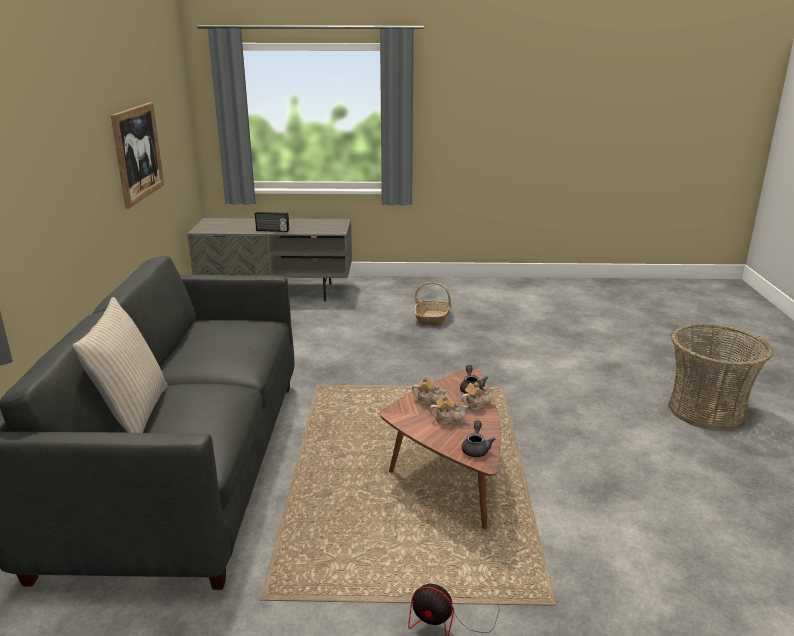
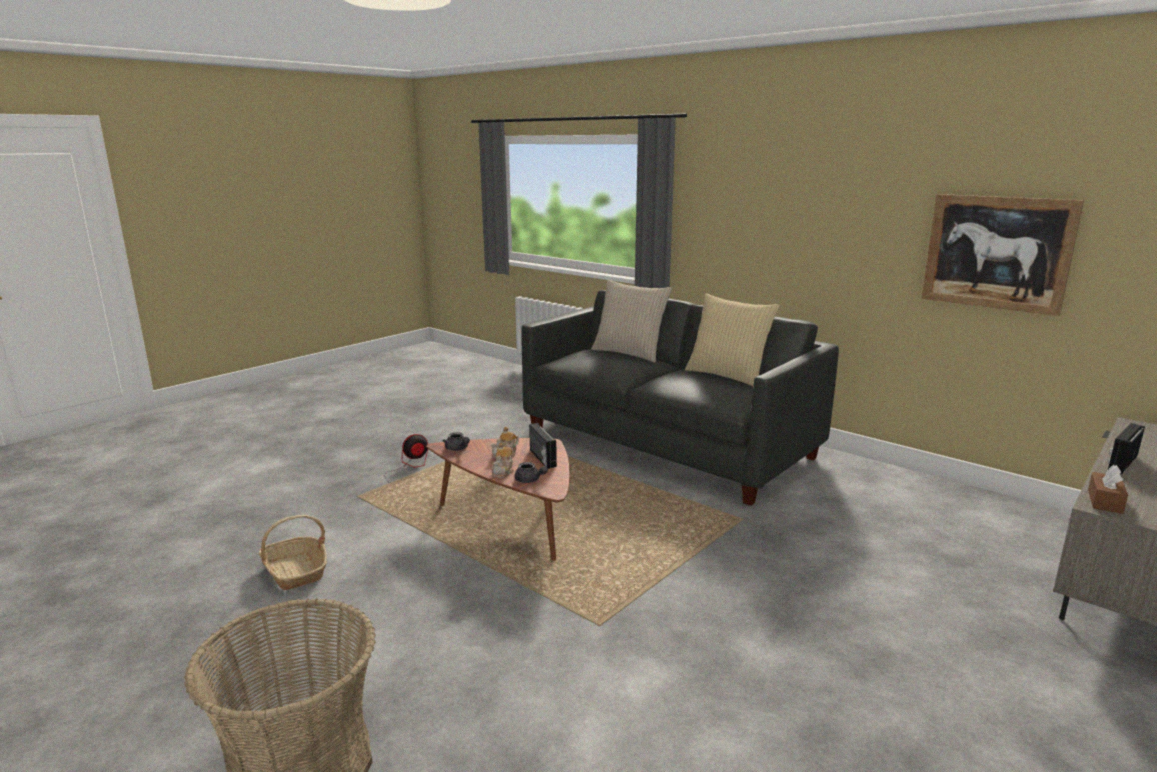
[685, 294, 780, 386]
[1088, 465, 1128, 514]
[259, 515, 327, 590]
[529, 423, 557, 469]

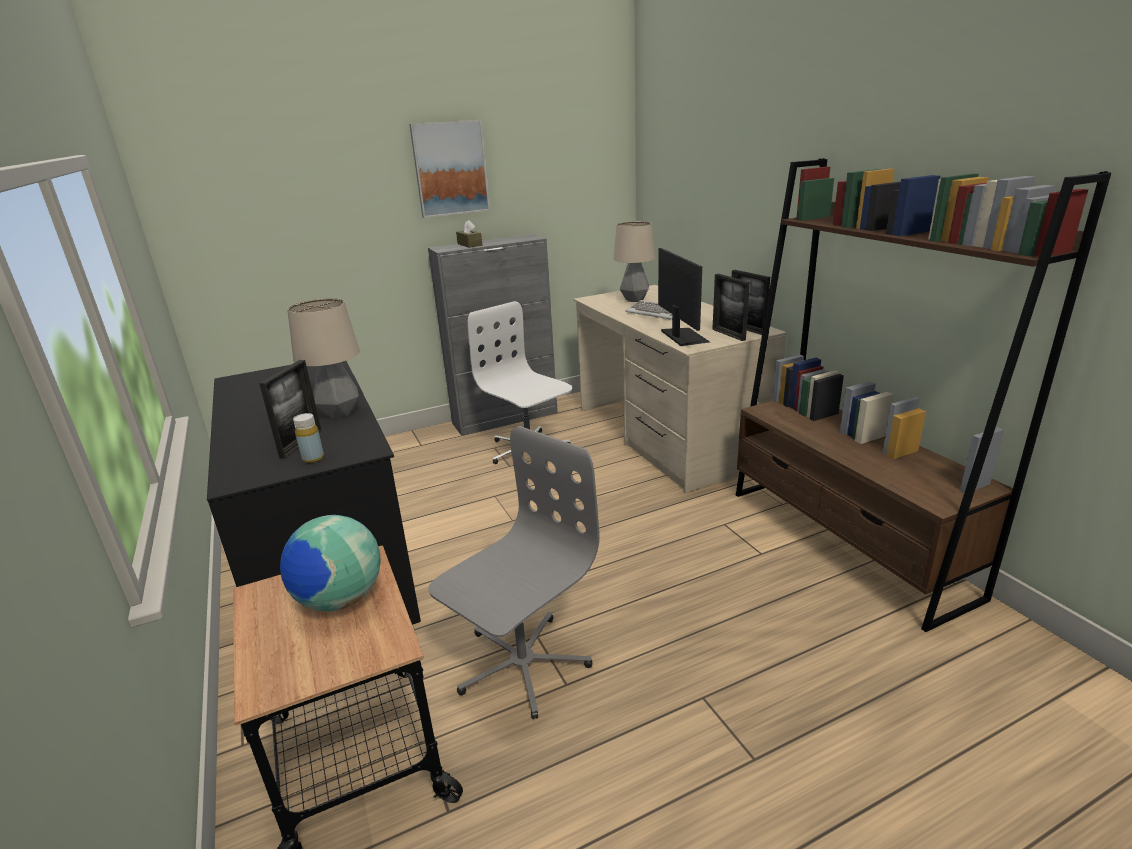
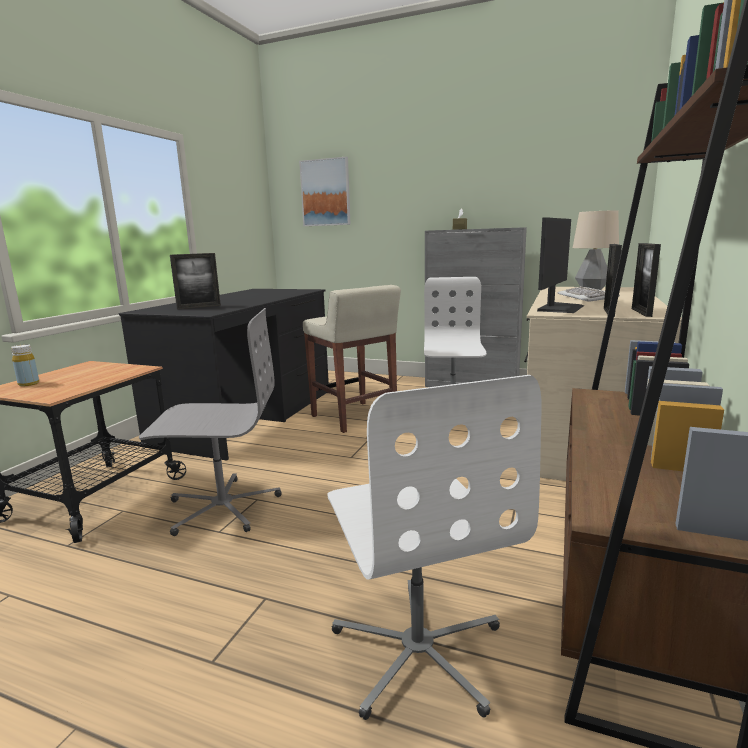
[280, 515, 381, 612] (first image)
[287, 298, 360, 419] (first image)
[303, 285, 401, 433]
[327, 375, 542, 720]
[11, 344, 39, 387]
[299, 157, 351, 226]

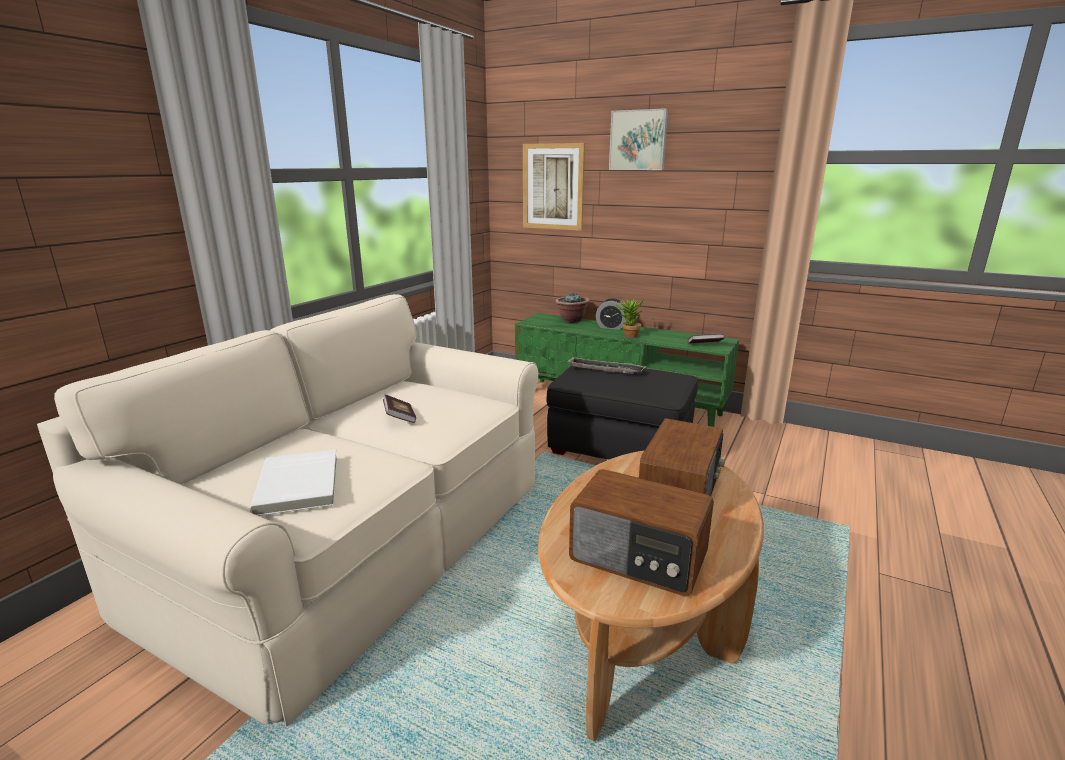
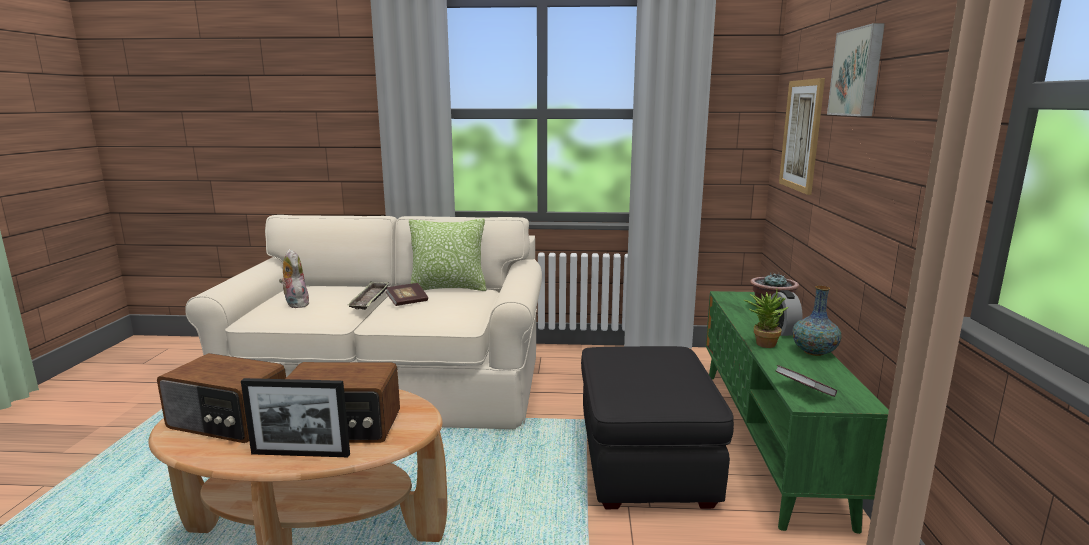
[241, 378, 350, 457]
[409, 218, 487, 291]
[792, 286, 842, 356]
[348, 281, 389, 310]
[279, 249, 311, 308]
[157, 353, 286, 443]

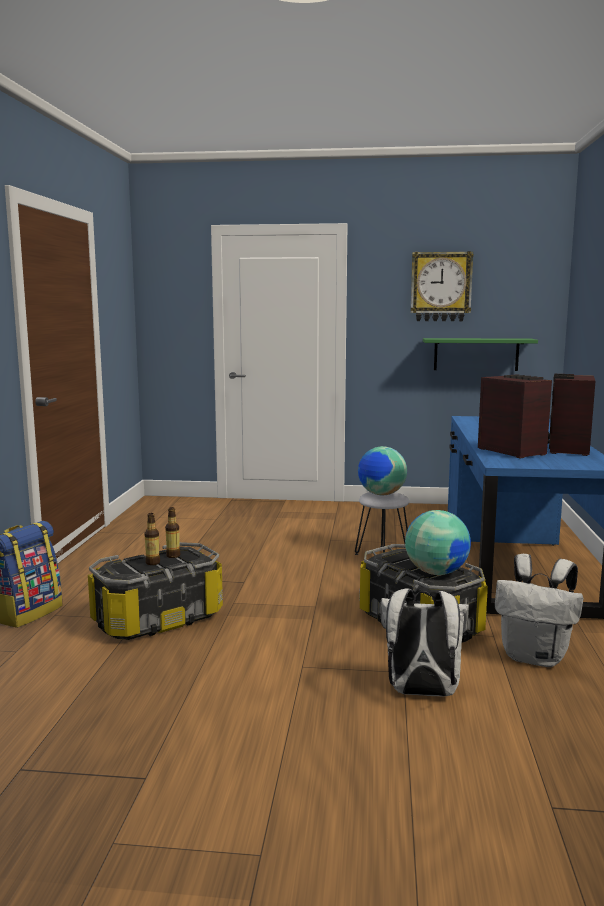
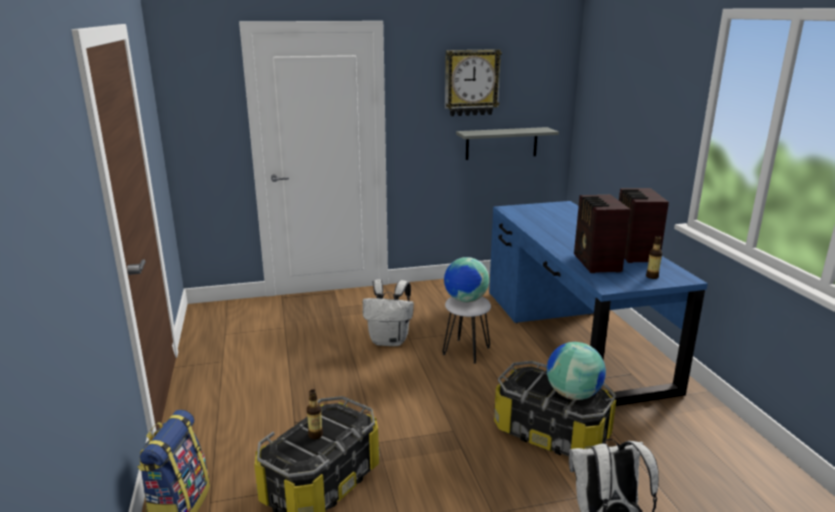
[646, 236, 662, 279]
[363, 279, 414, 346]
[456, 127, 559, 160]
[574, 195, 631, 273]

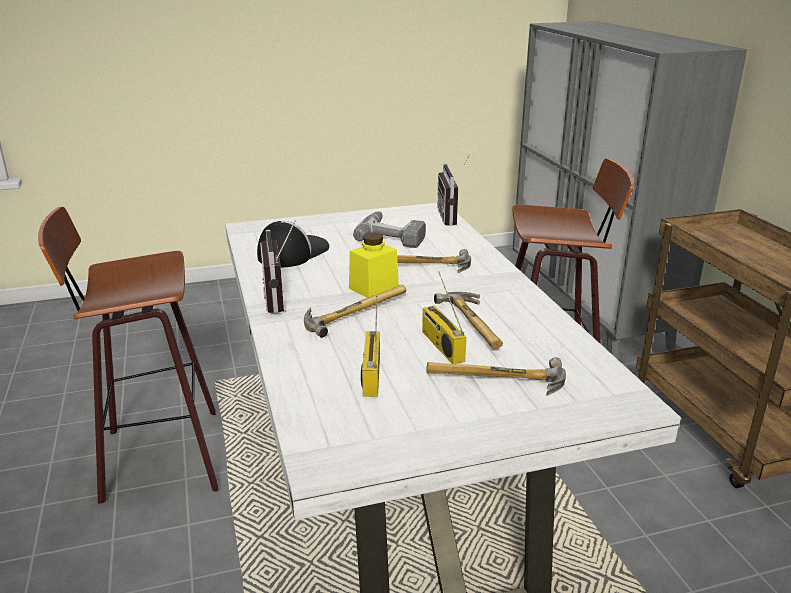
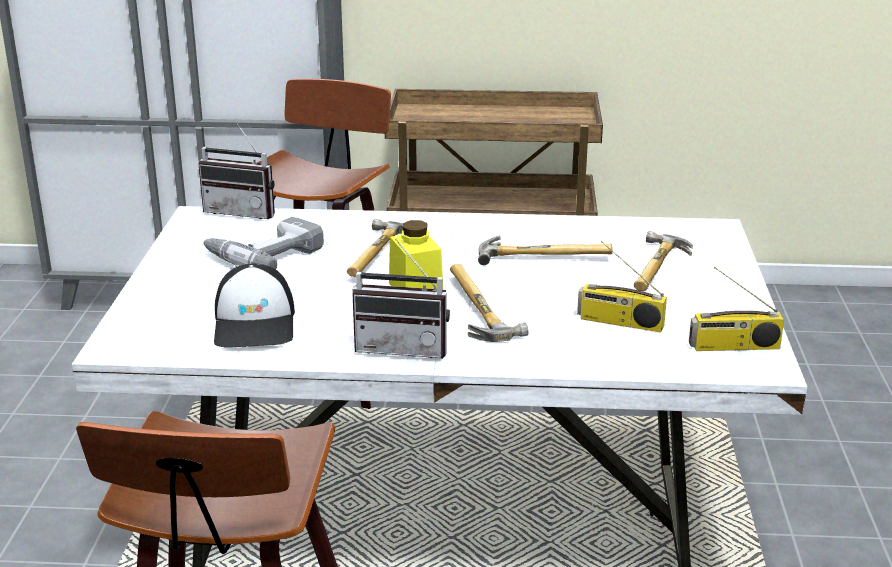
[689, 267, 784, 351]
[214, 264, 295, 348]

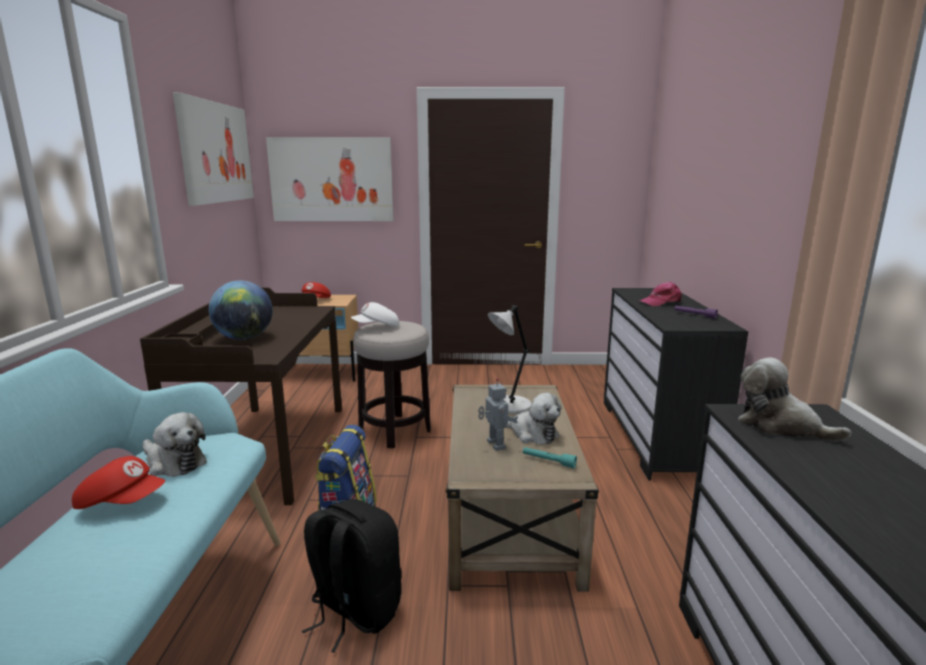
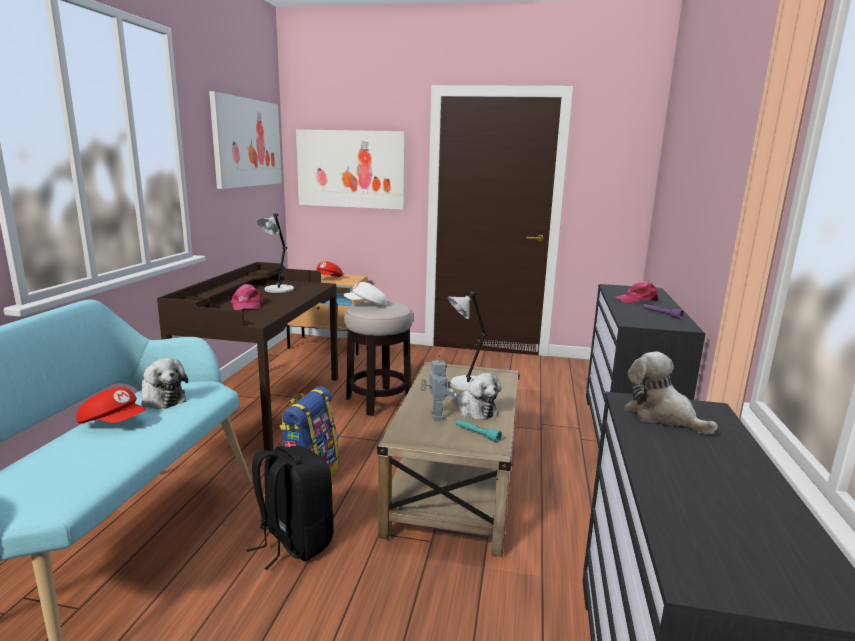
[257, 213, 294, 293]
[231, 284, 263, 310]

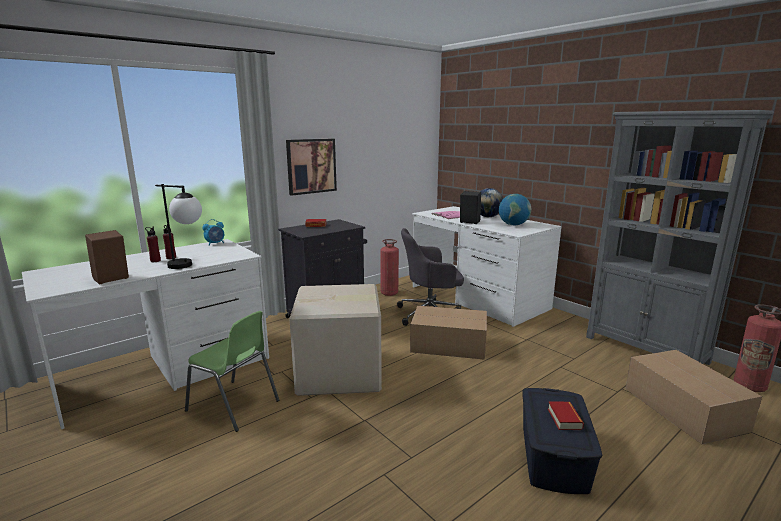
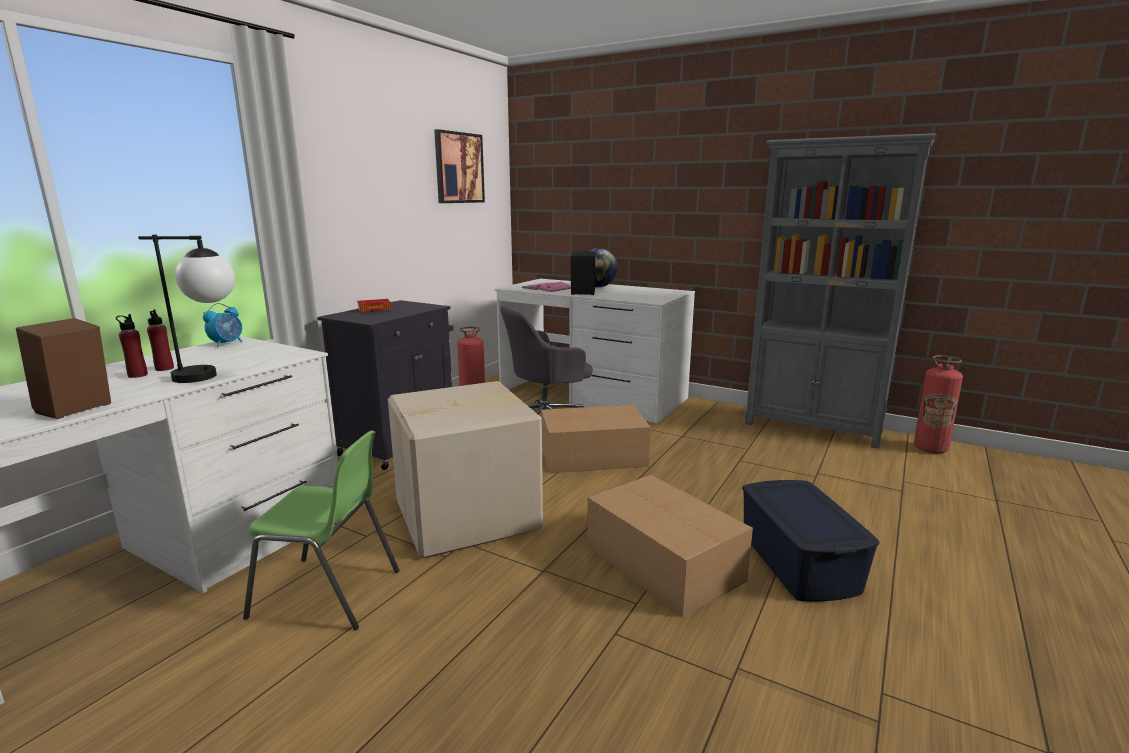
[499, 194, 531, 225] (first image)
[548, 402, 584, 430] (first image)
[434, 129, 485, 203]
[587, 475, 753, 617]

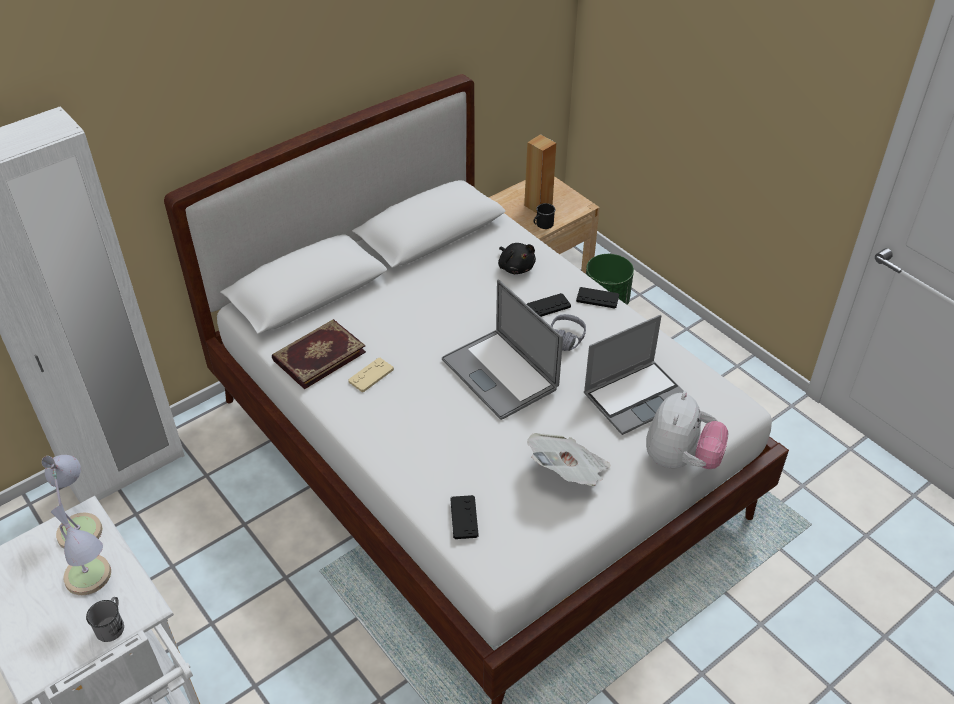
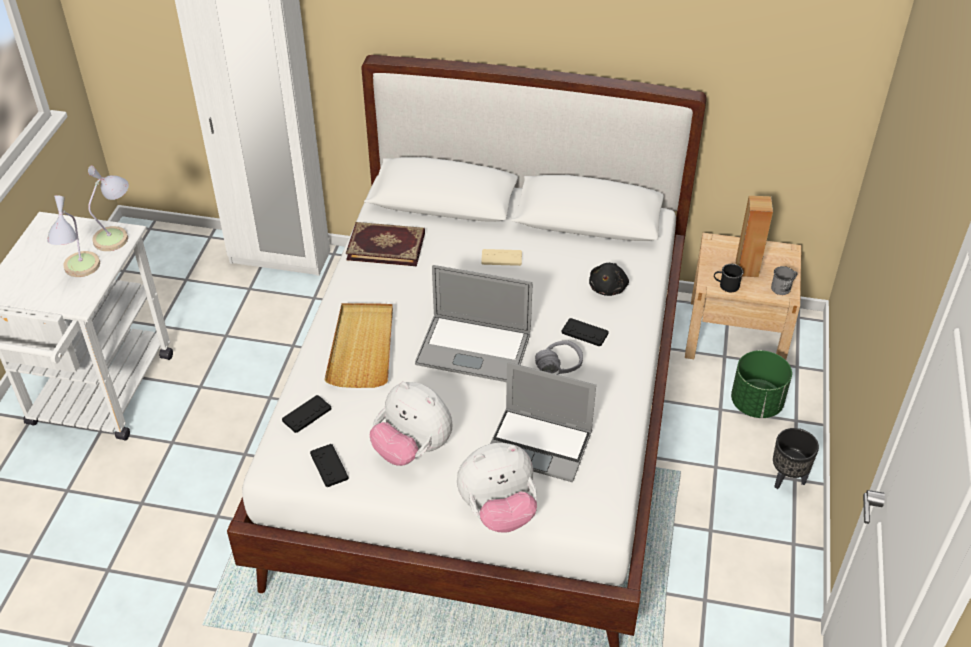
[324, 303, 393, 388]
[773, 428, 819, 489]
[771, 266, 798, 295]
[481, 249, 522, 266]
[310, 444, 349, 487]
[370, 382, 452, 466]
[415, 265, 532, 382]

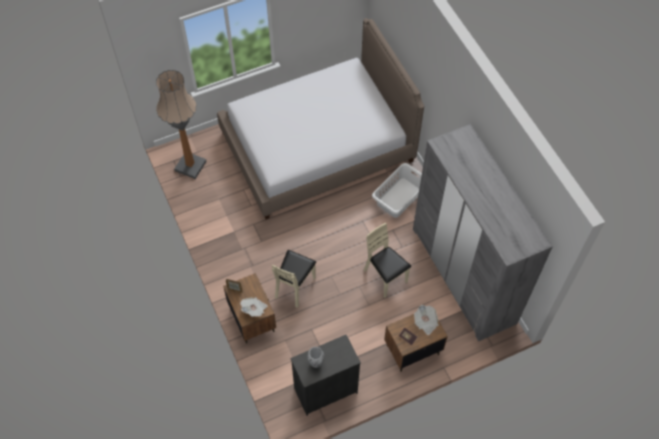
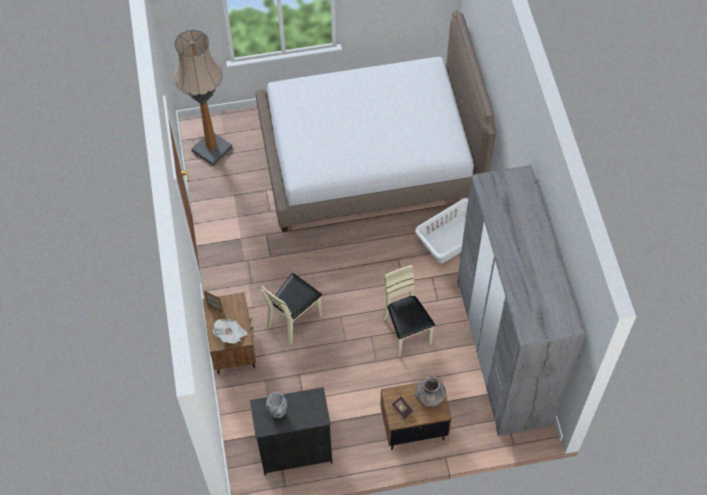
[415, 376, 446, 407]

